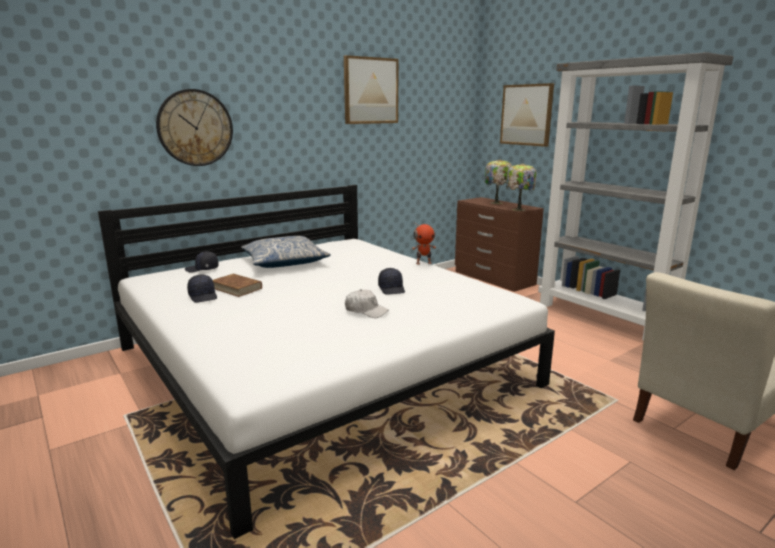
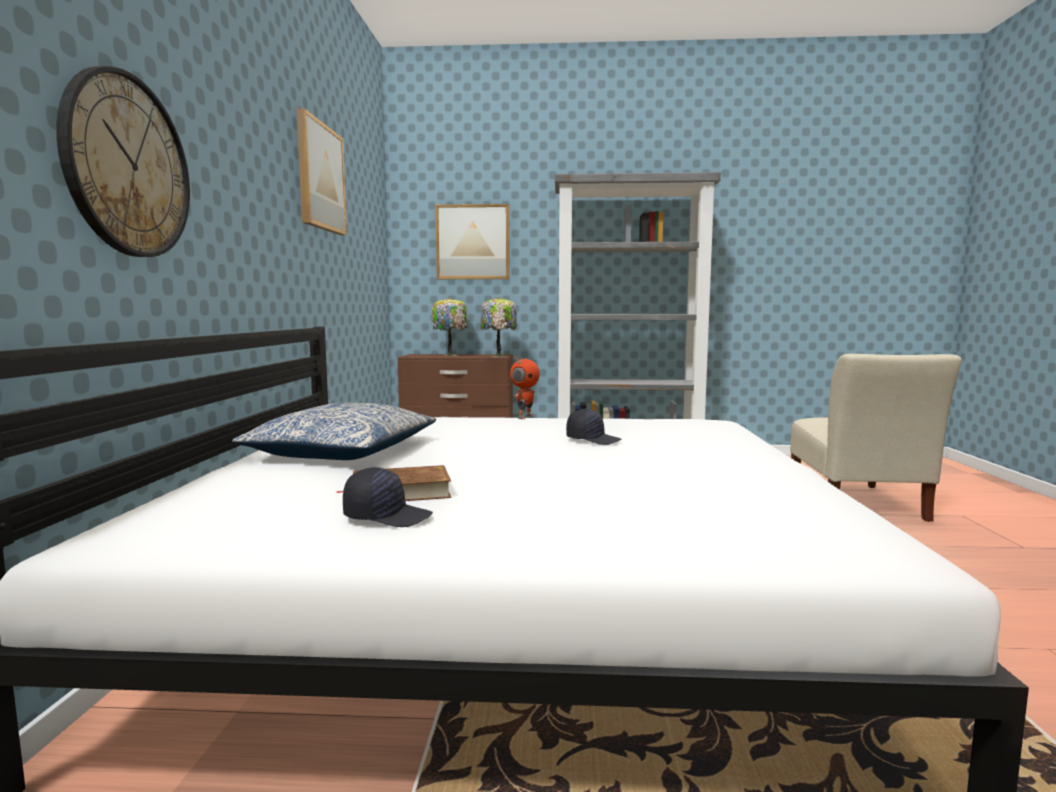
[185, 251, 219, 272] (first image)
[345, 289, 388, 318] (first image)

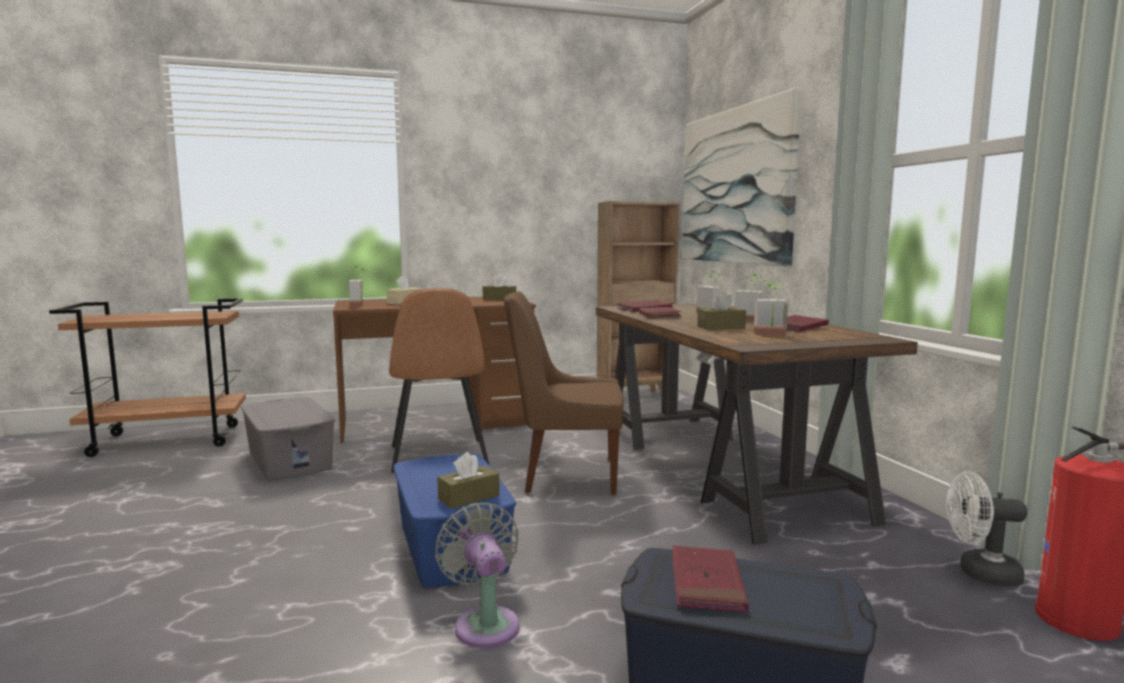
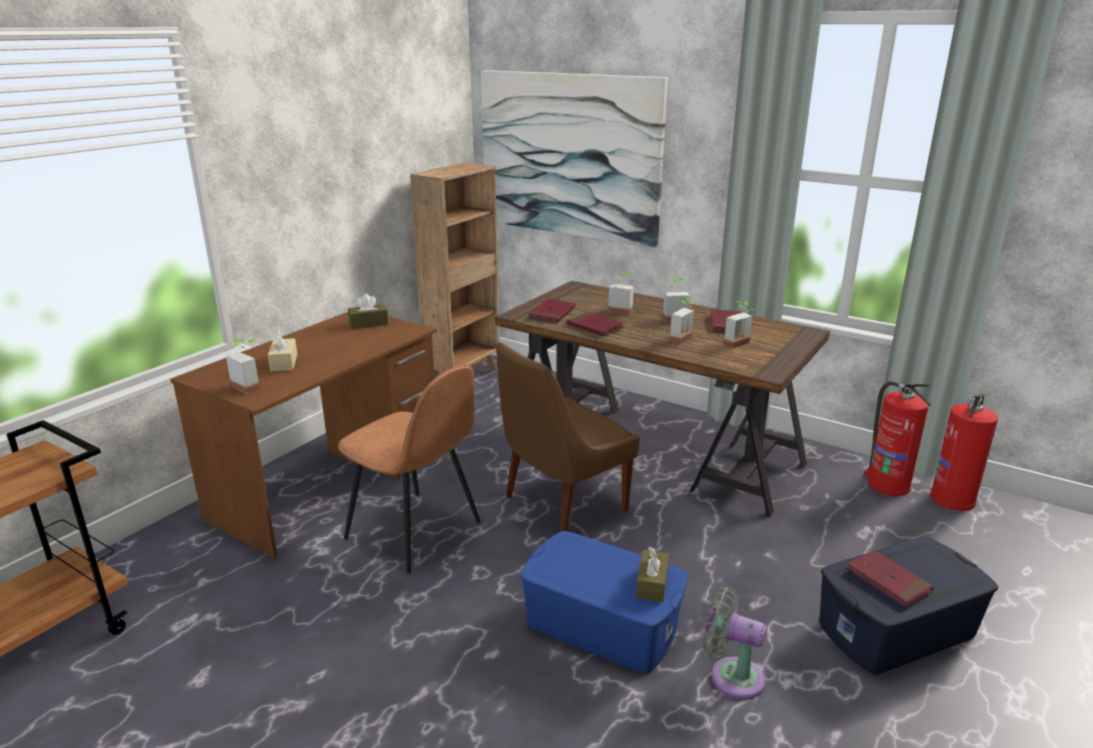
[241, 397, 335, 481] (first image)
[670, 297, 698, 344]
[864, 381, 931, 496]

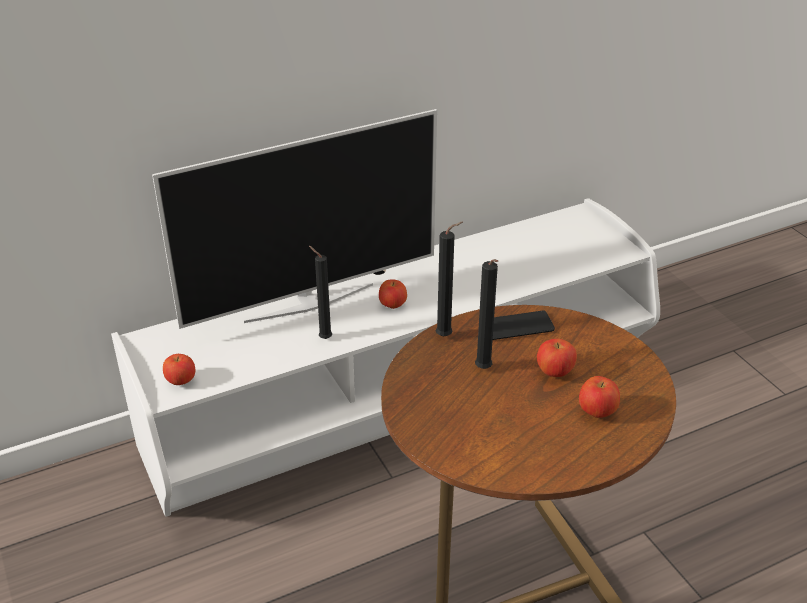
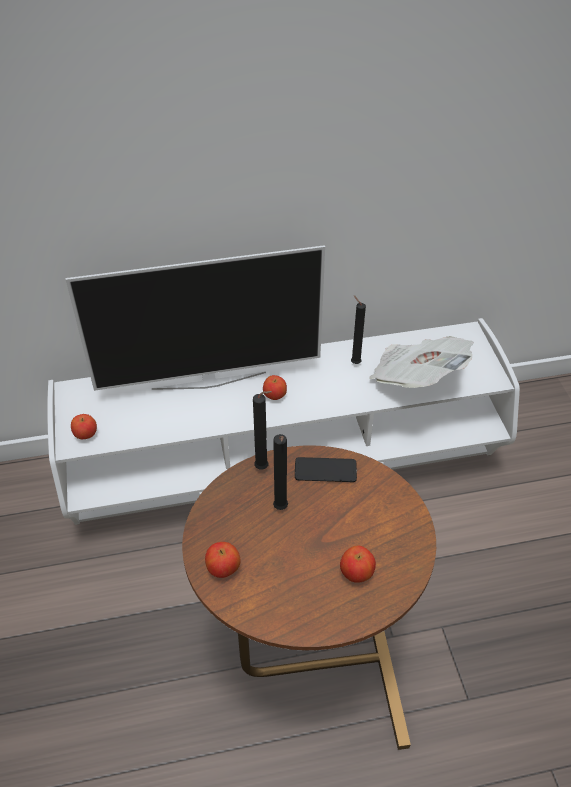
[369, 336, 474, 388]
[351, 295, 366, 364]
[205, 542, 241, 578]

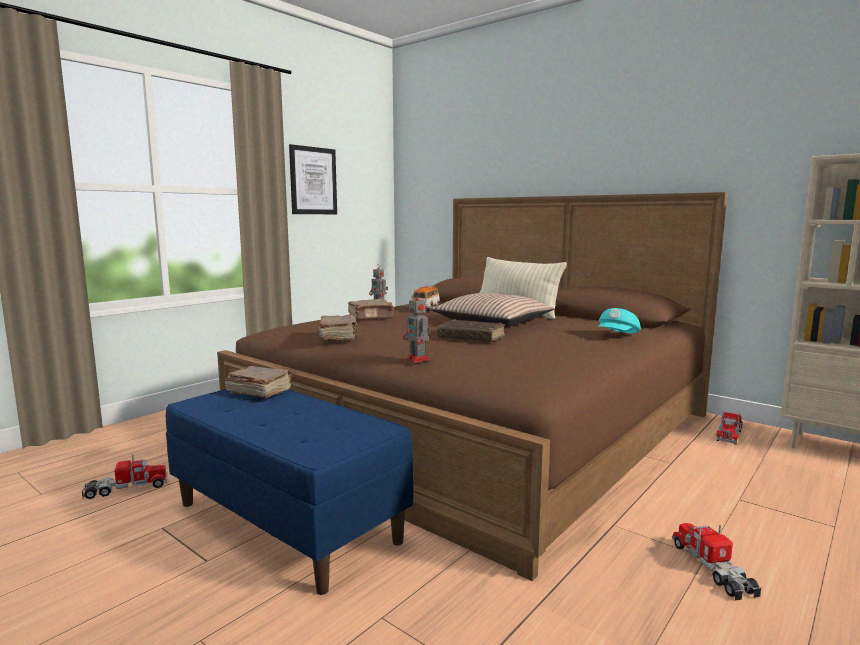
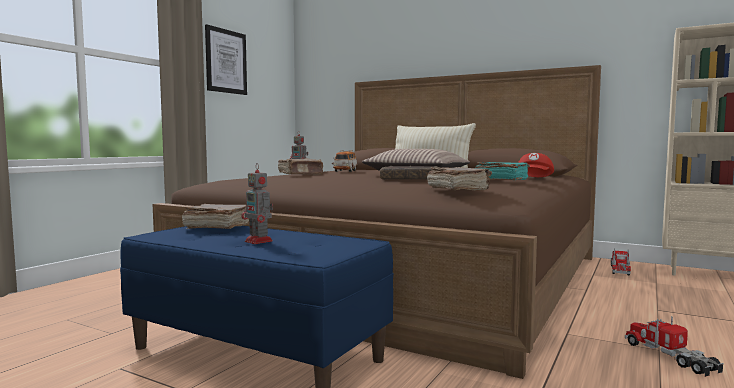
[82, 455, 167, 499] (first image)
[475, 162, 530, 180]
[427, 167, 492, 190]
[241, 163, 273, 244]
[518, 153, 554, 177]

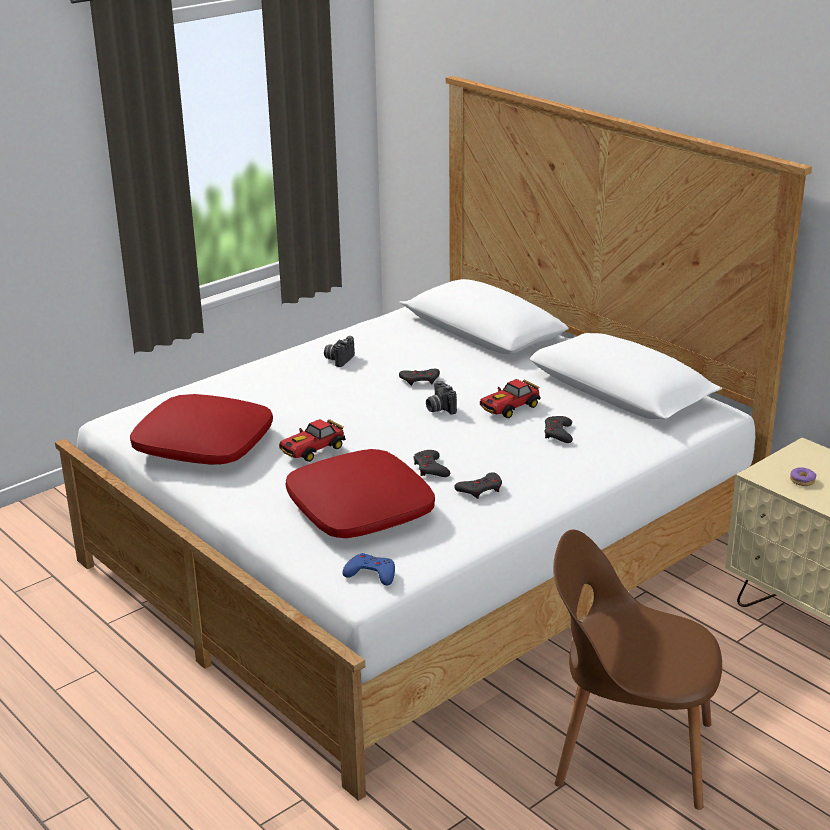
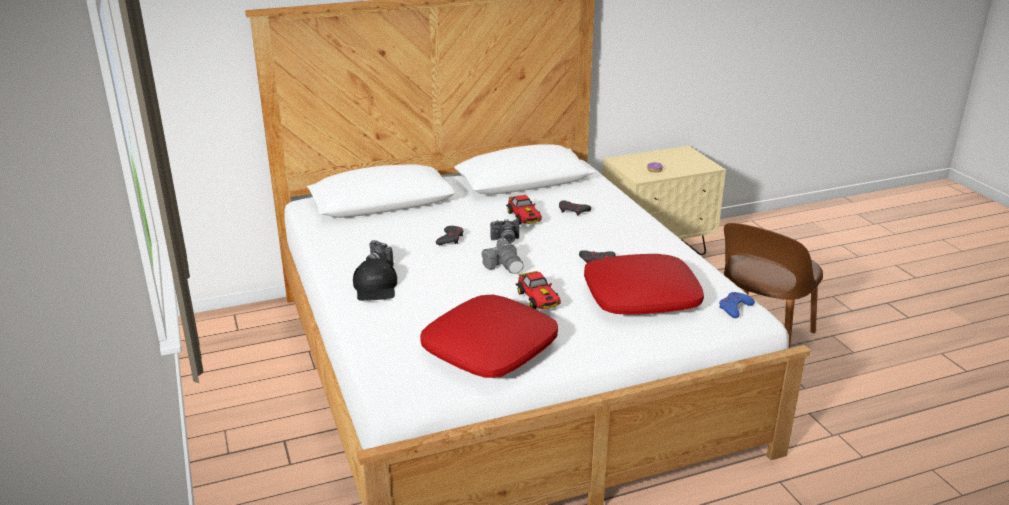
[454, 472, 502, 499] (first image)
[353, 258, 397, 301]
[481, 238, 524, 274]

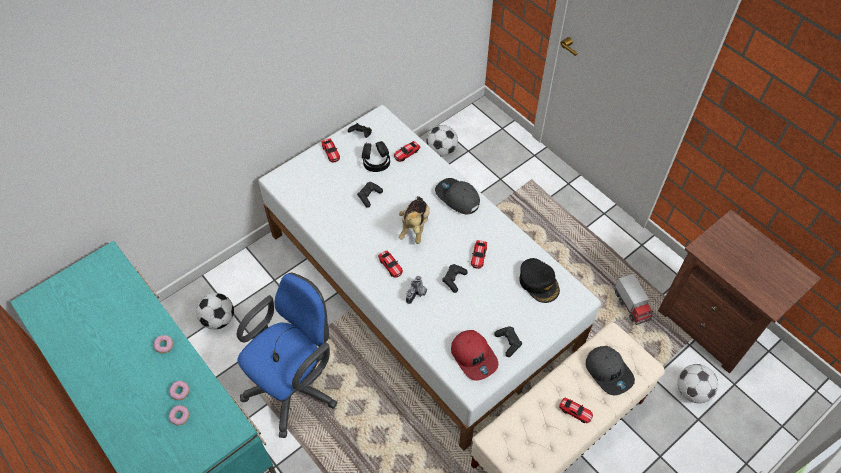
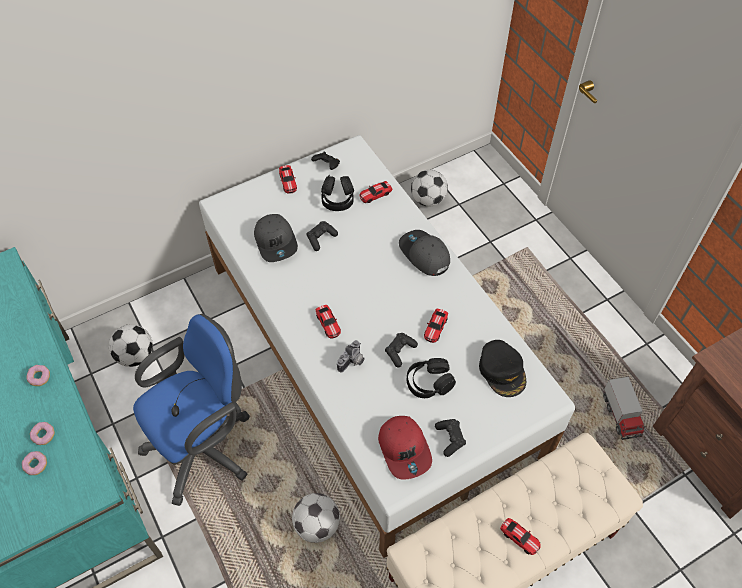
[399, 196, 430, 244] (first image)
[407, 358, 456, 398]
[254, 214, 298, 262]
[292, 493, 340, 543]

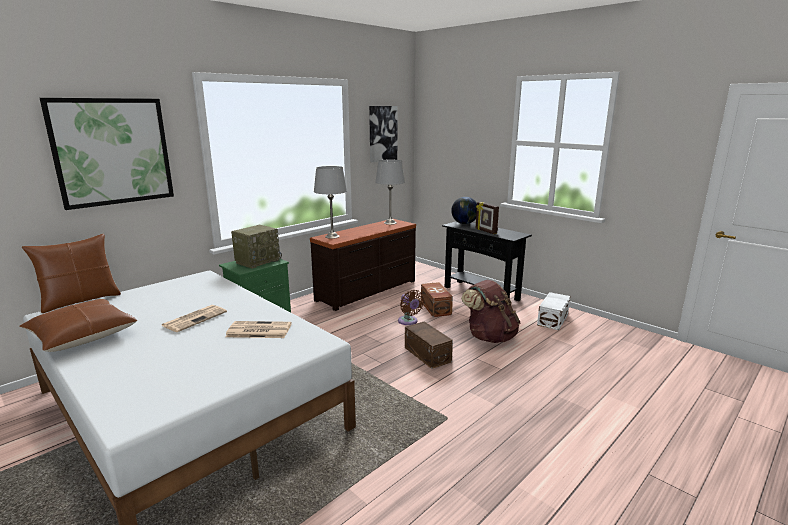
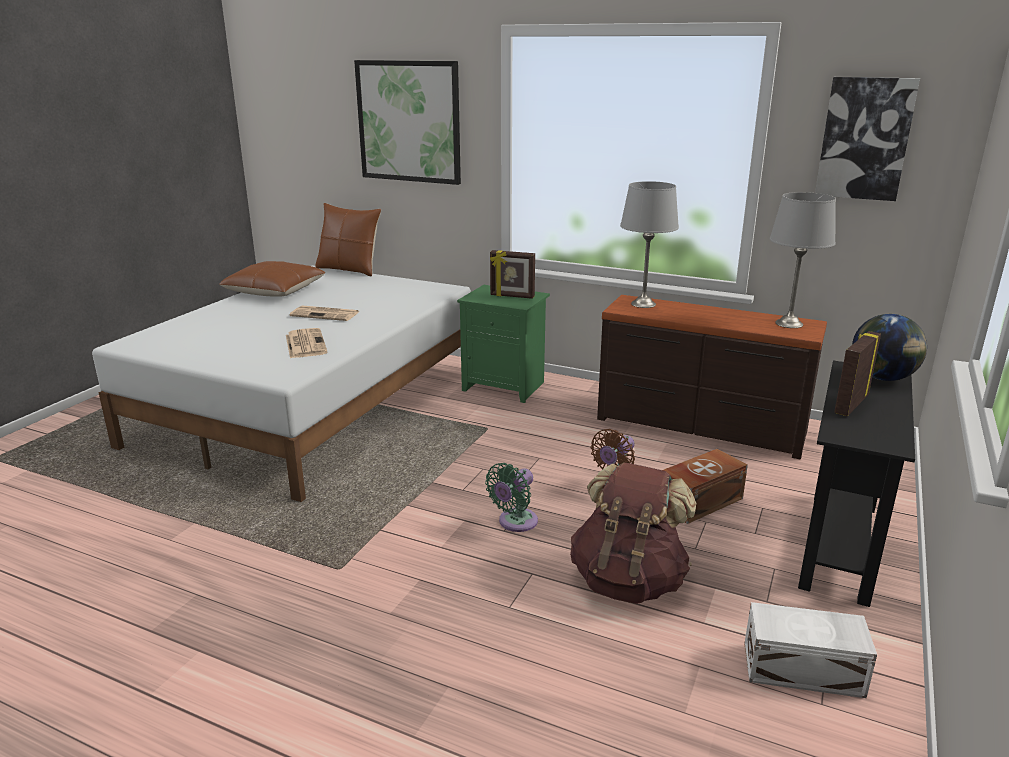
[490, 250, 535, 299]
[485, 463, 538, 532]

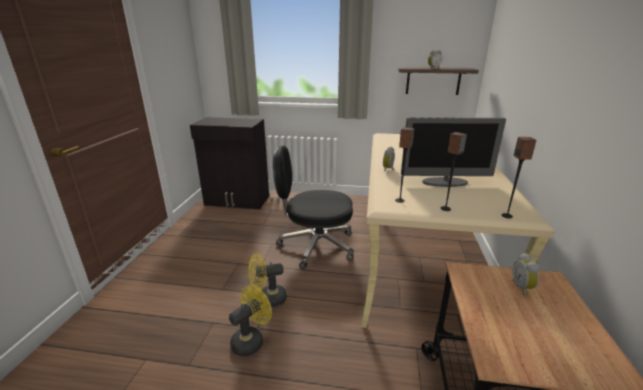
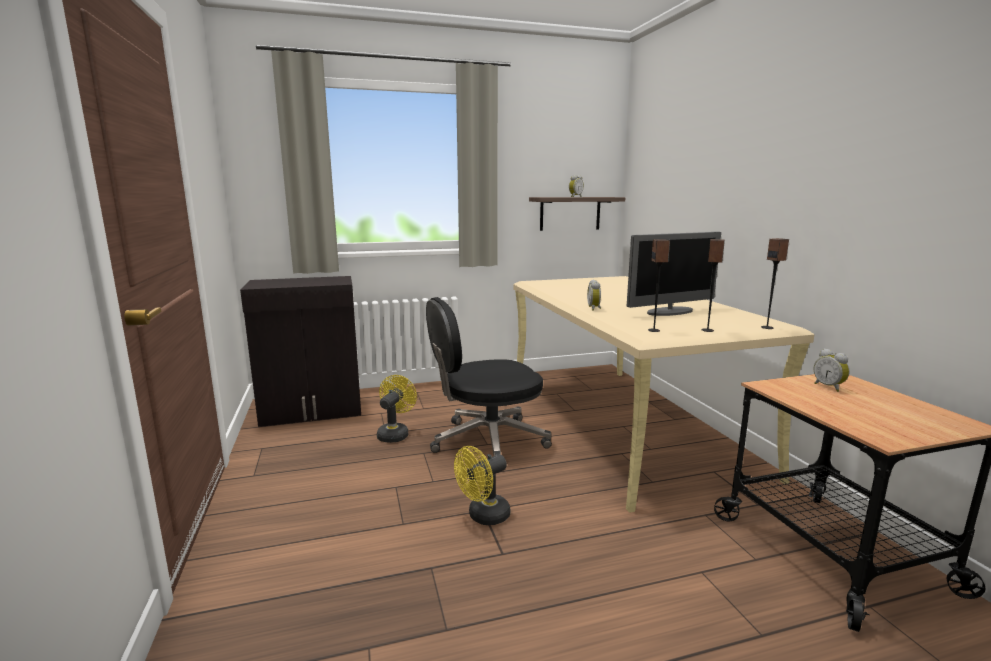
[377, 375, 417, 443]

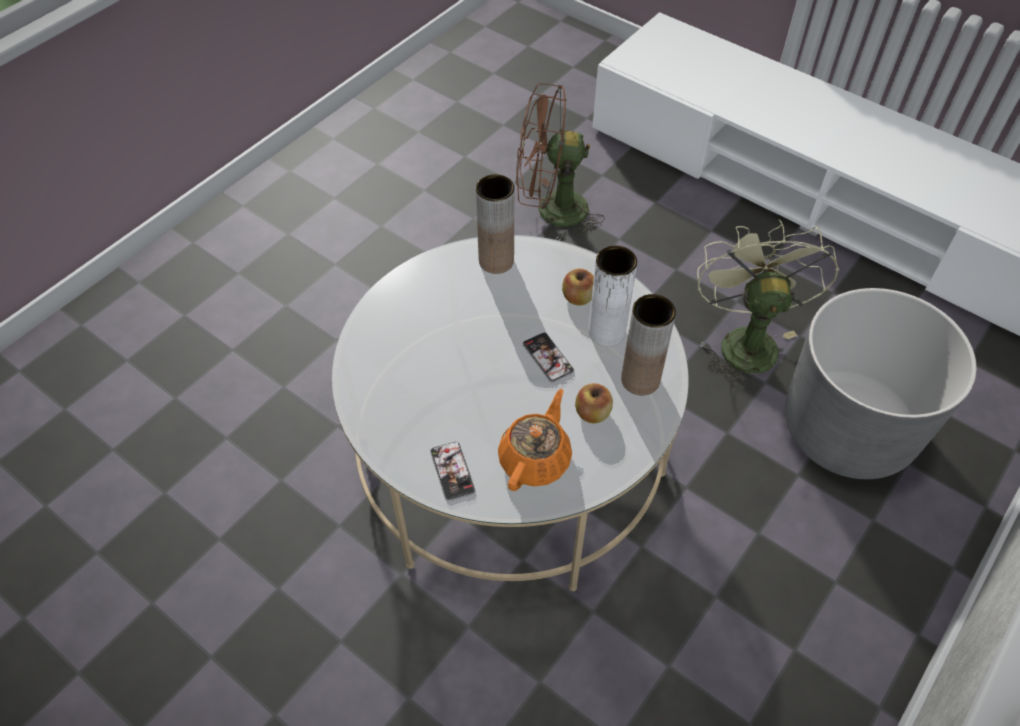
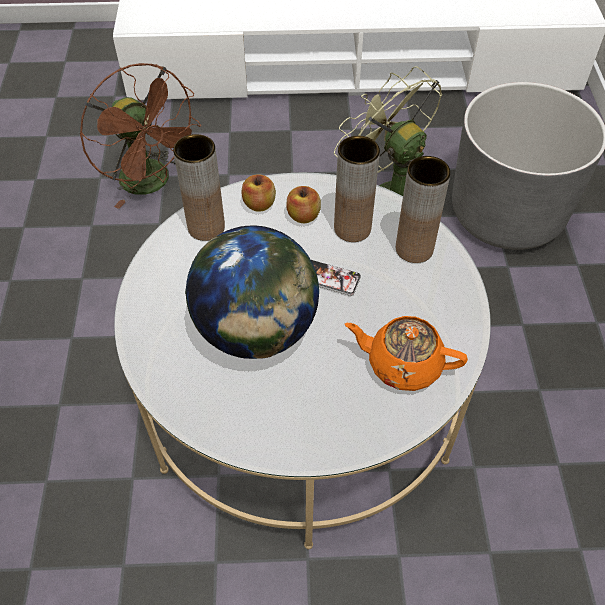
[430, 441, 476, 501] (first image)
[185, 226, 319, 359]
[242, 174, 276, 212]
[334, 136, 380, 242]
[345, 316, 468, 391]
[79, 63, 201, 209]

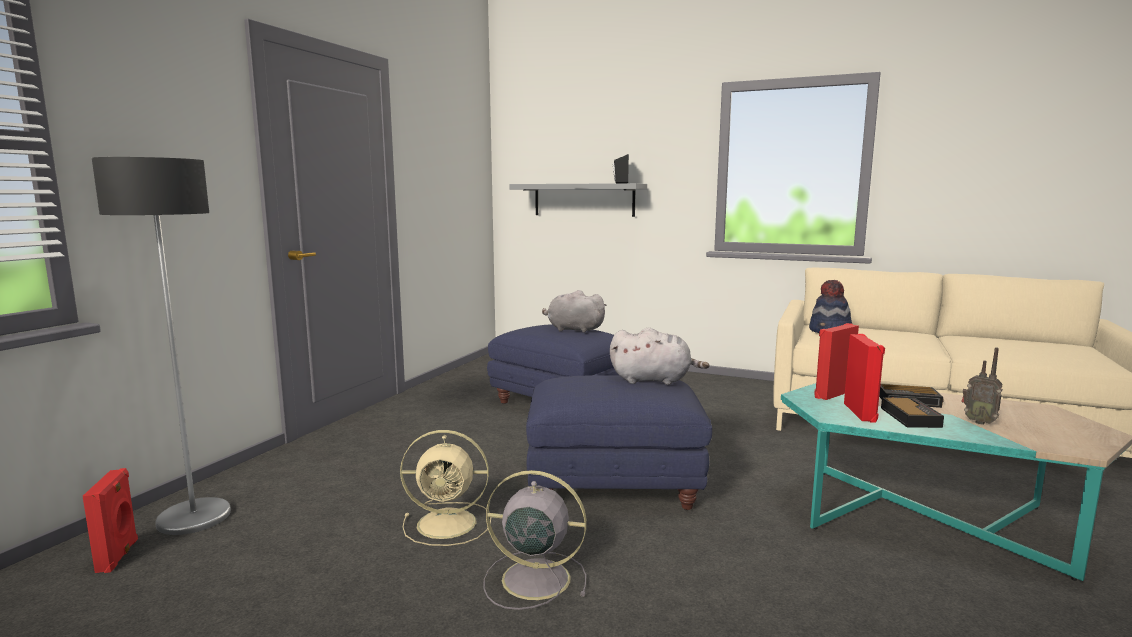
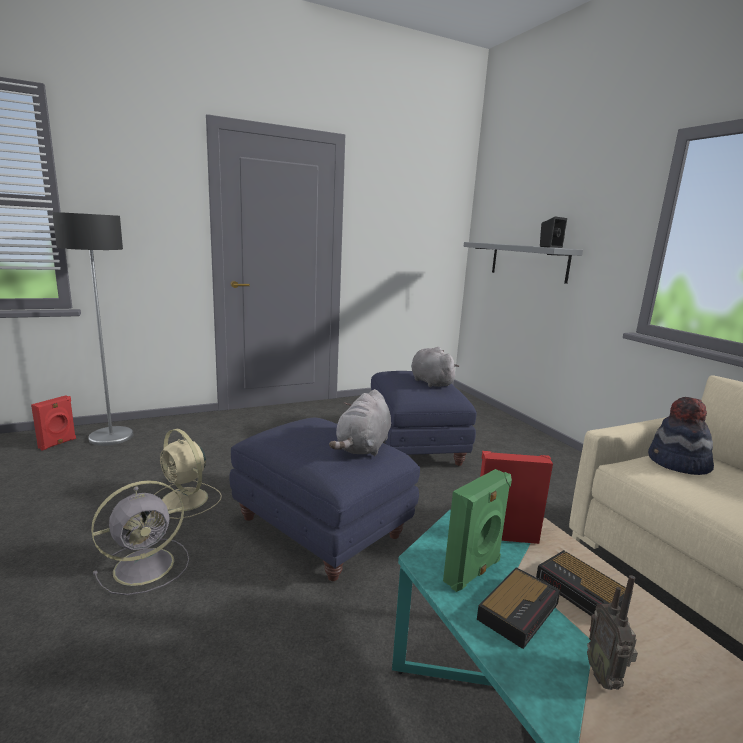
[443, 469, 512, 592]
[91, 480, 189, 595]
[329, 389, 391, 456]

